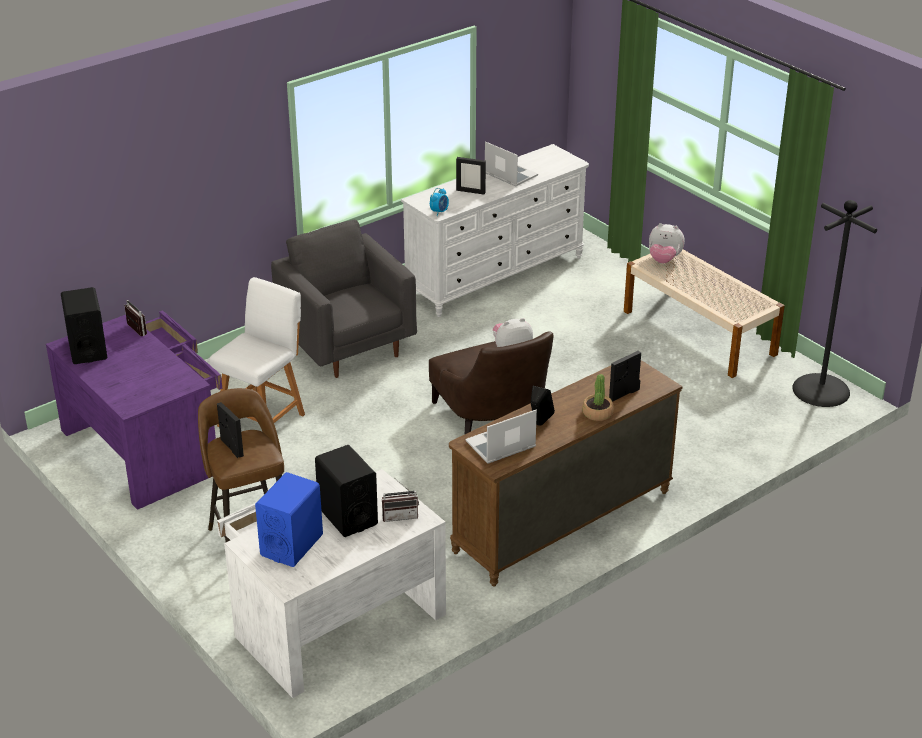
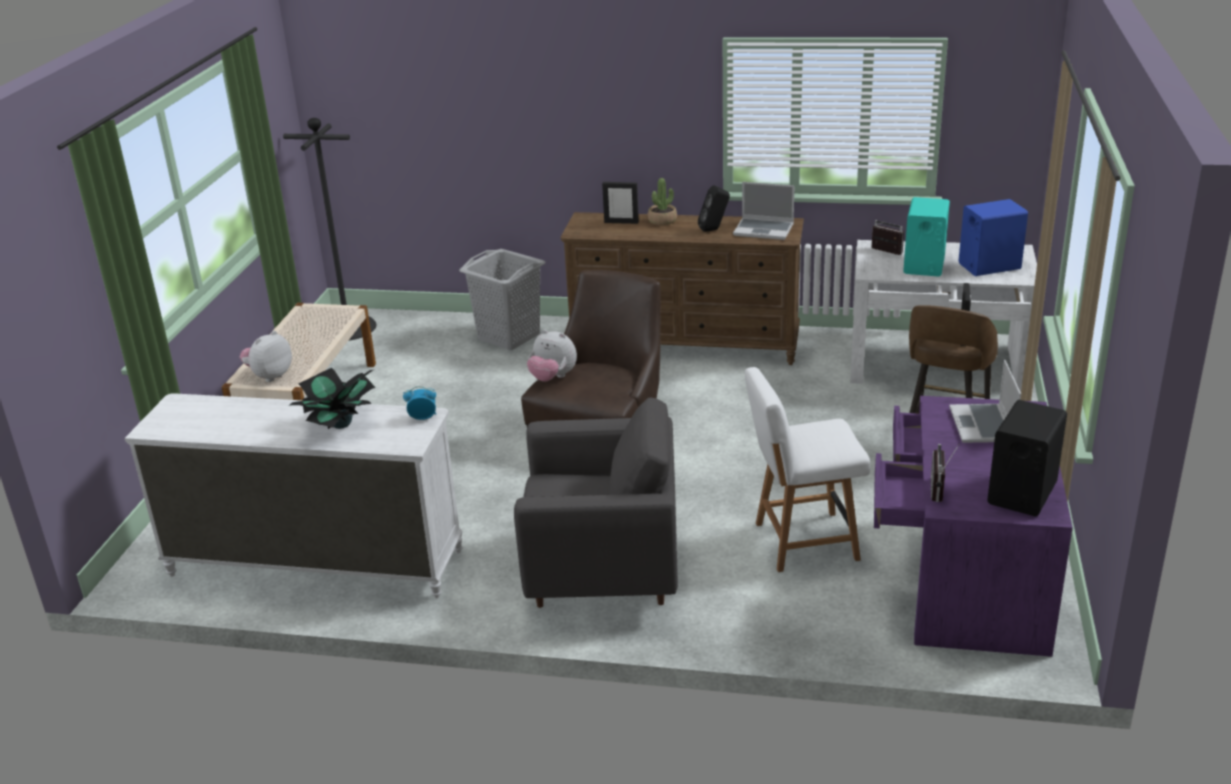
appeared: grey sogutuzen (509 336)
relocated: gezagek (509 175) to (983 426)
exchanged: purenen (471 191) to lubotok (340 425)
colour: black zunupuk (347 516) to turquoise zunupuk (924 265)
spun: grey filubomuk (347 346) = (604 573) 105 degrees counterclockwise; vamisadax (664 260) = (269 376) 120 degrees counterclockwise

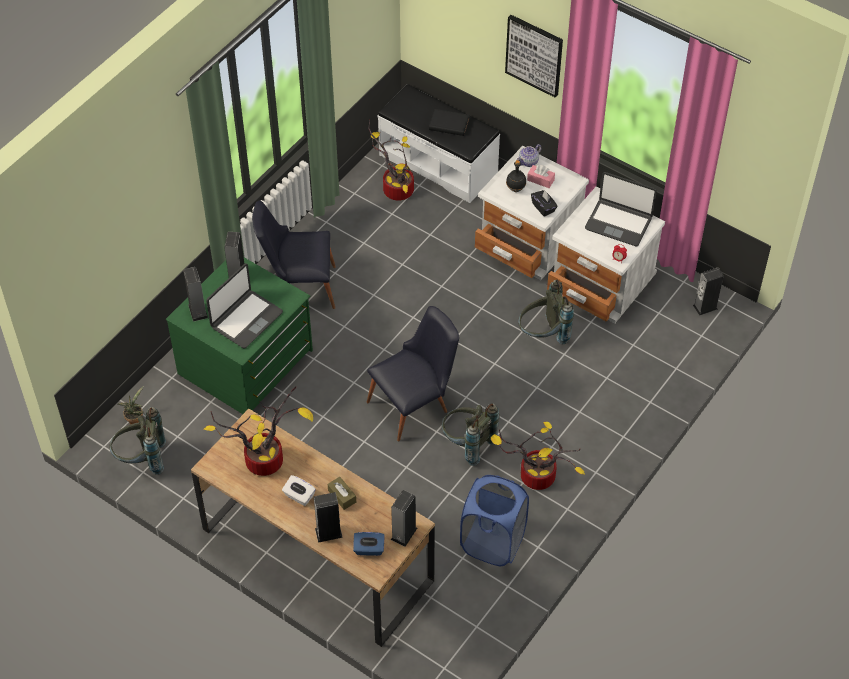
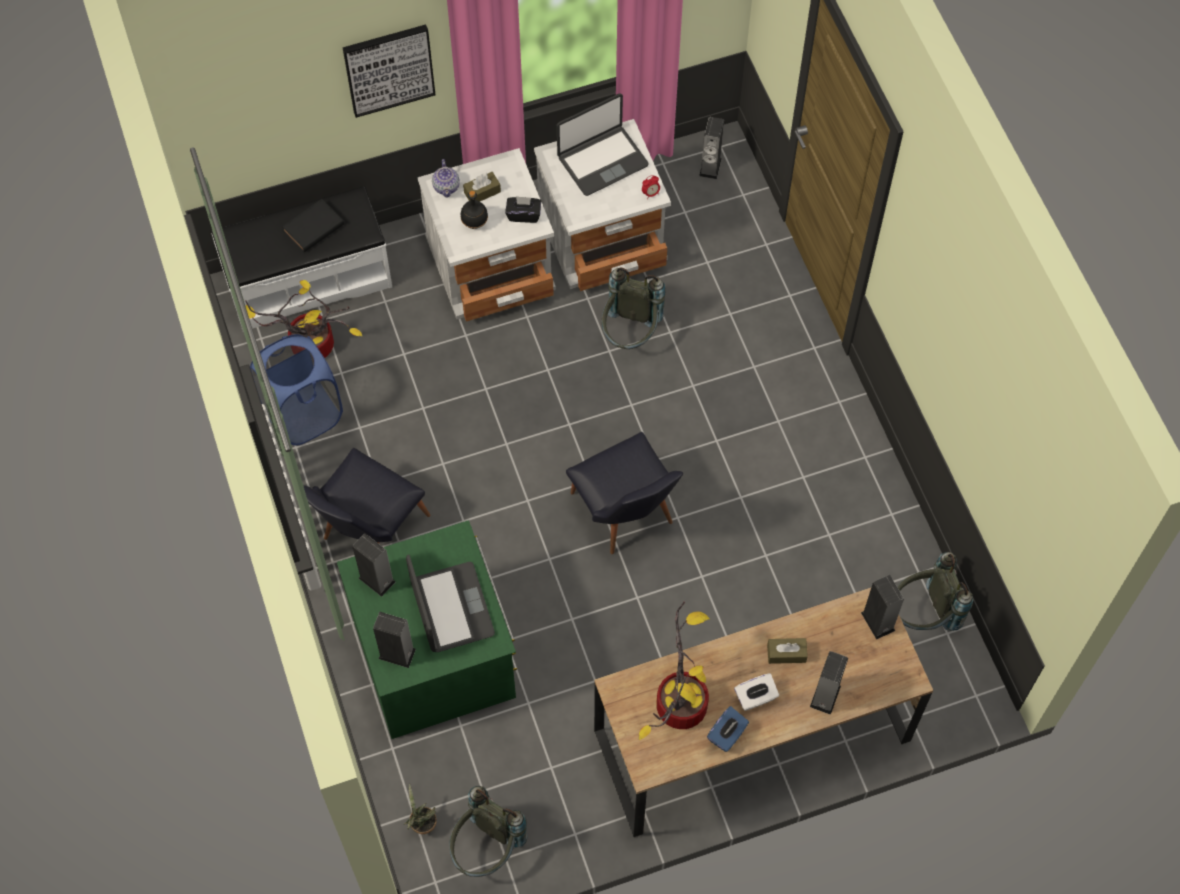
missing: lubotok (534 477)
relocated: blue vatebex (369 549) to (727 734); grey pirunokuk (467 444) to (923 615); blue sogutuzen (492 542) to (303 415)
colour: pink vatebex (540 180) to brown vatebex (482 192)
spun: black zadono (415 404) = (626 516) 150 degrees clockwise

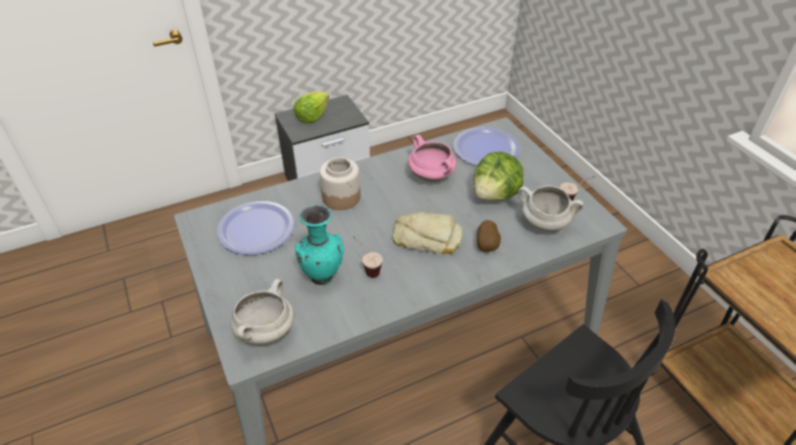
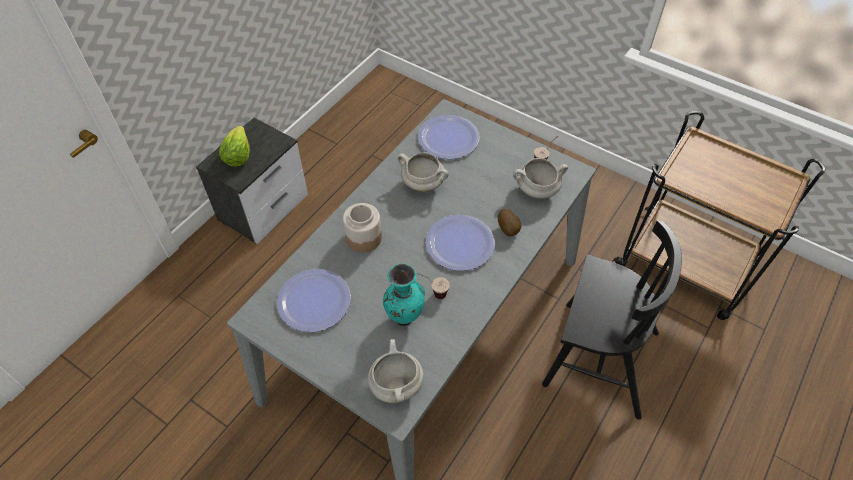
missing: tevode (495 195)
exchanged: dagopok (427 238) to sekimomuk (459 243)
colour: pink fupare (432 176) to white fupare (424 184)

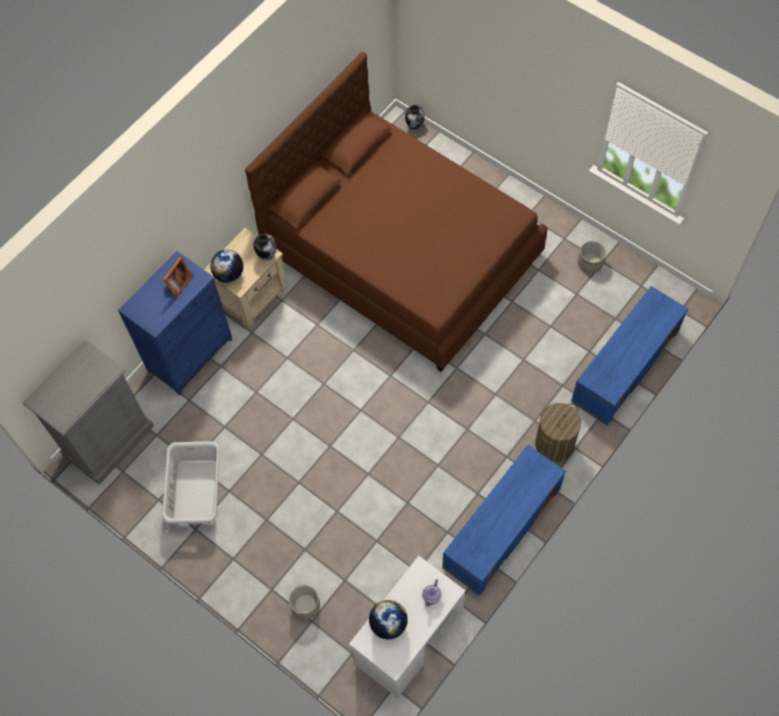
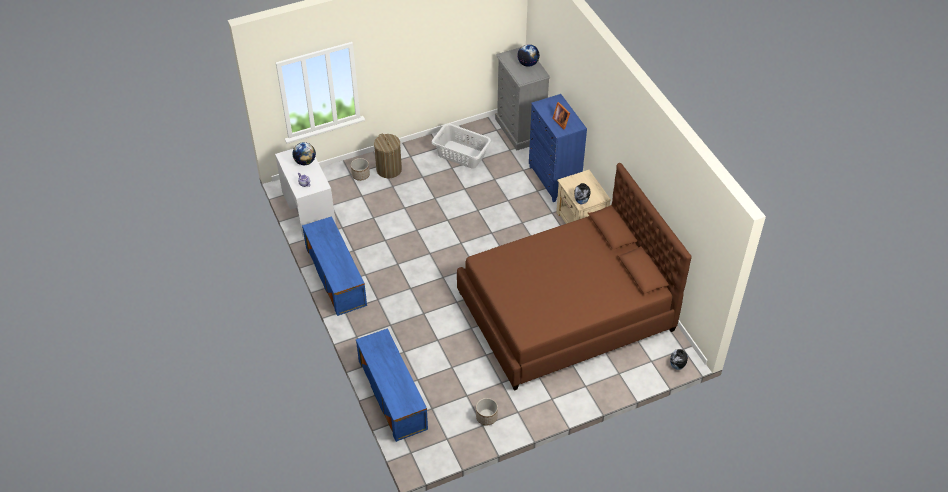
relocated: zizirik (229 274) to (528 64); sogutuzen (554 444) to (389 169)

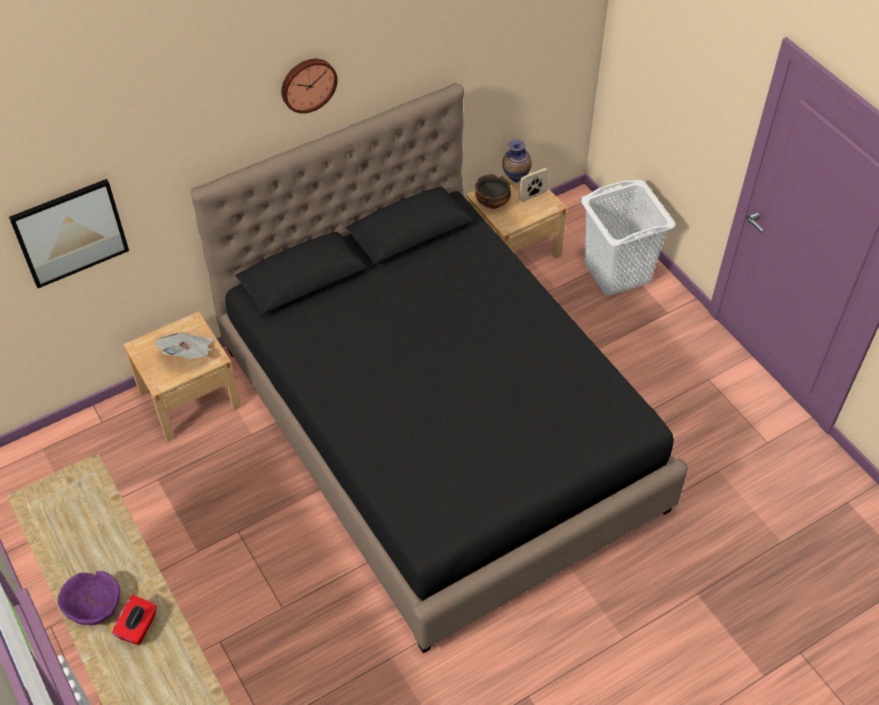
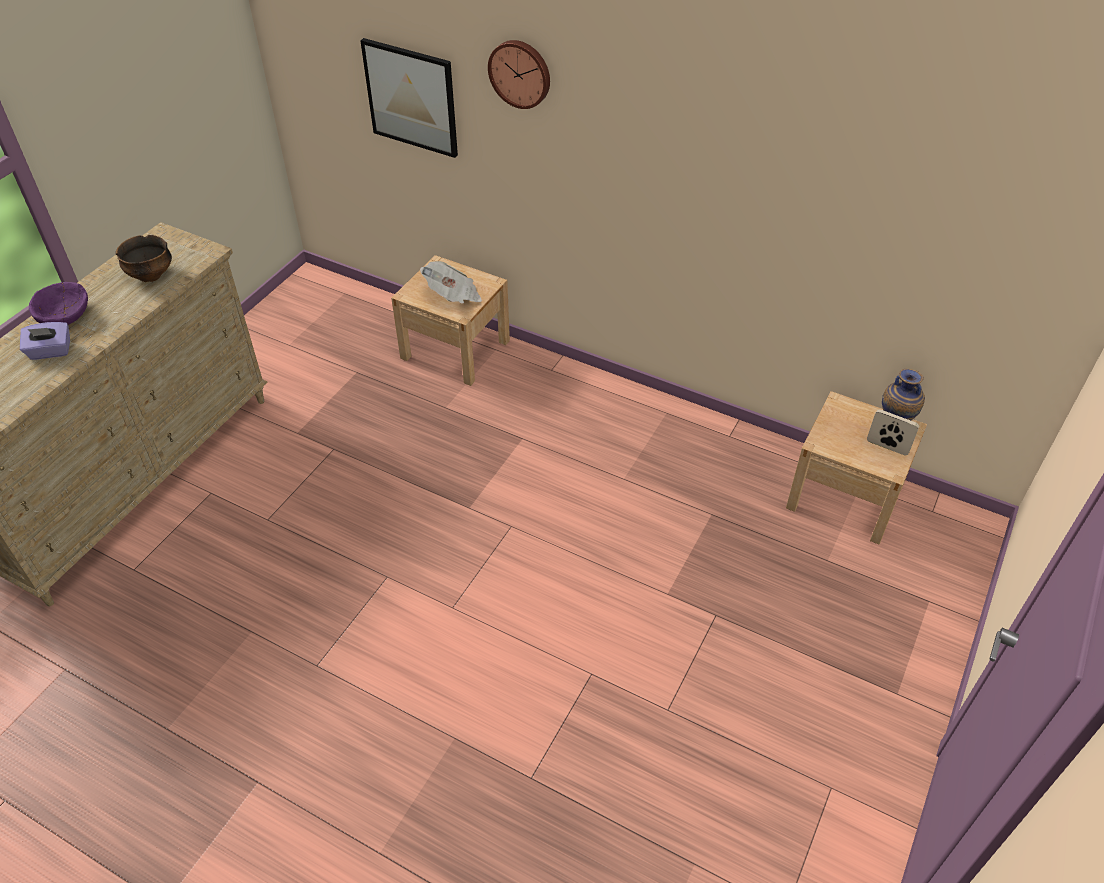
missing: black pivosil (439 427); white sogutuzen (617 271)
relocated: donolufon (307 84) to (520 73); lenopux (492 203) to (150 275)
colour: red vatebex (138 627) to purple vatebex (51 351)

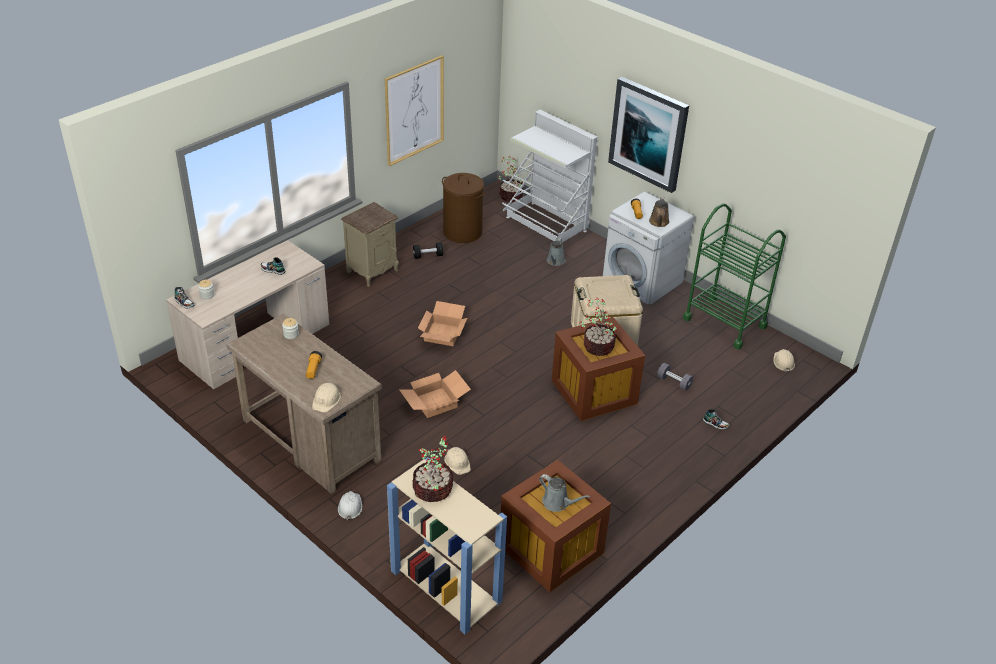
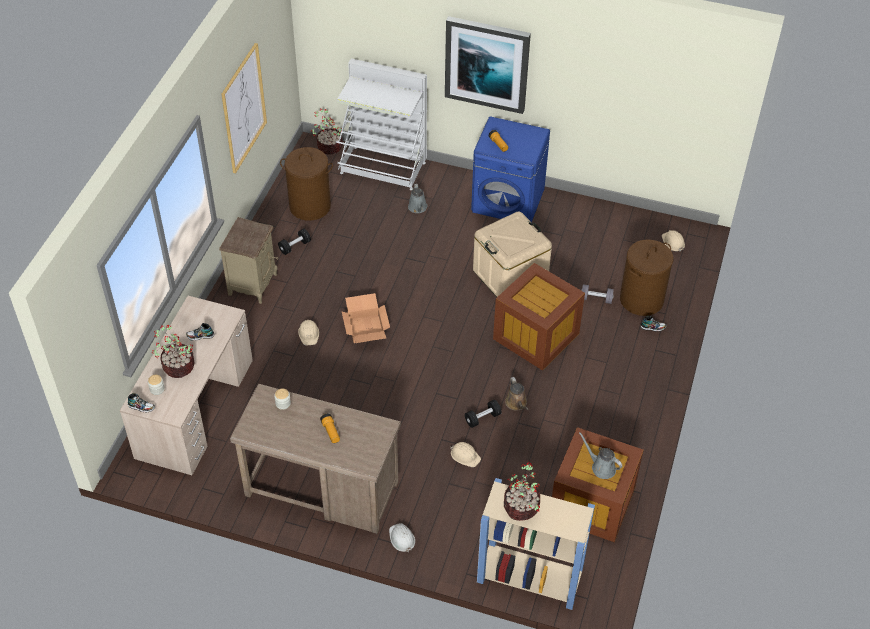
missing: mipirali (435 402); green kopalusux (724 322)
appeared: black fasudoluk (482 418); brown sogutuzen (641 300)
relocated: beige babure (326 400) to (309 334); lubotok (597 346) to (177 366); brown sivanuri (659 222) to (517 403)
colour: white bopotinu (641 281) to blue bopotinu (507 201)
spun: grey sivanuri (558 503) = (601 467) 150 degrees counterclockwise

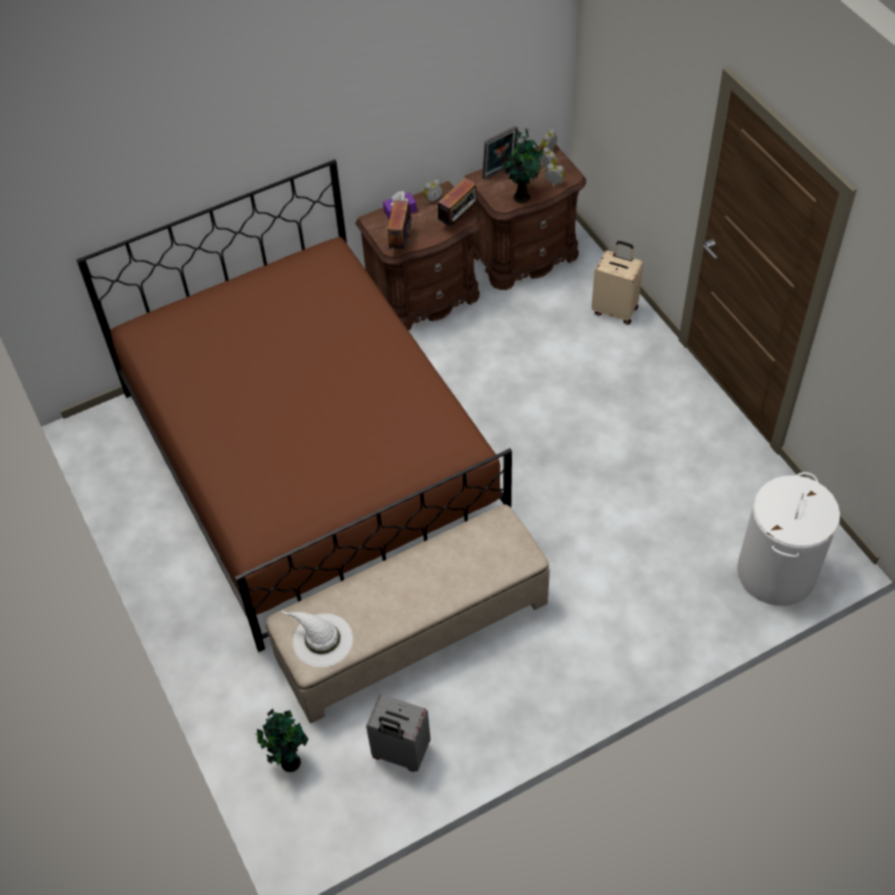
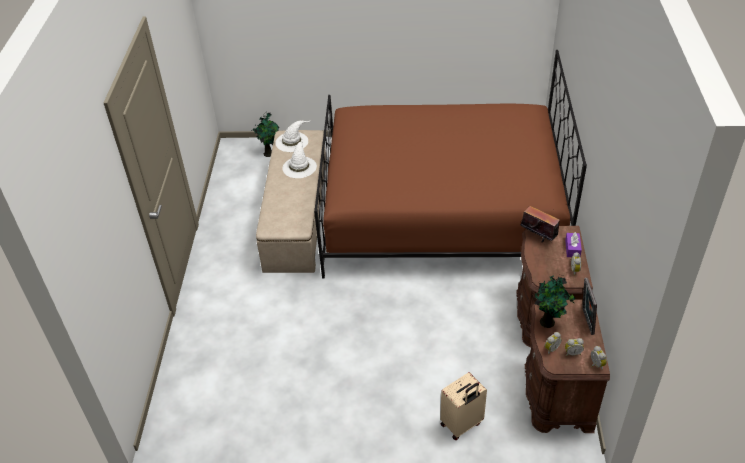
missing: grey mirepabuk (400 753); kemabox (459 220); white sogutuzen (776 573)
appeared: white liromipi (299 167)

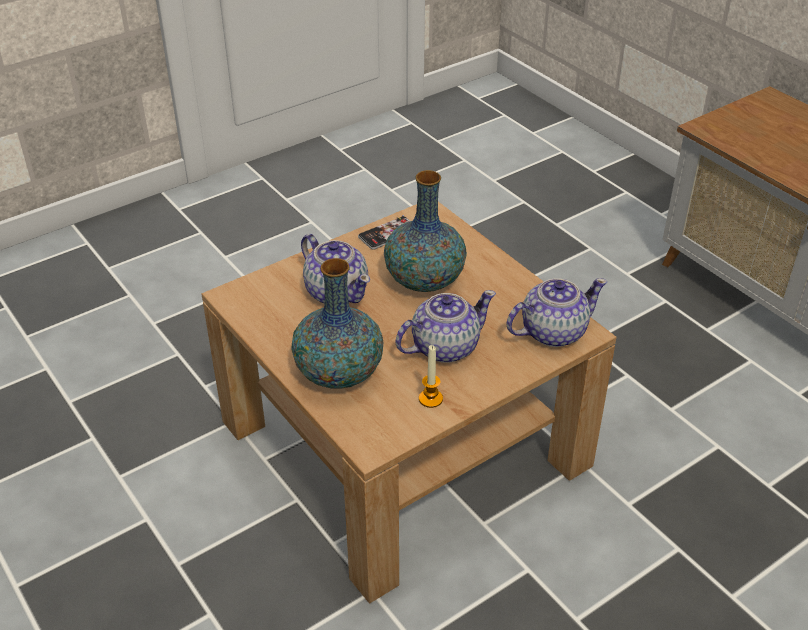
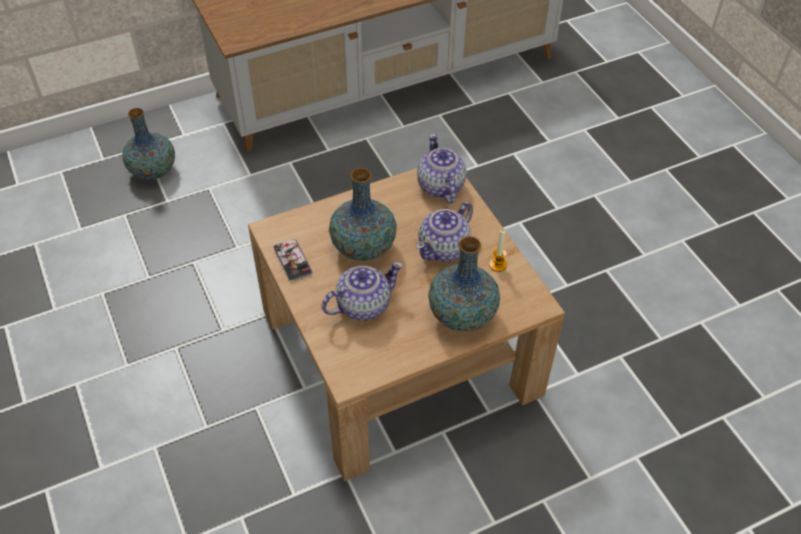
appeared: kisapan (153 170)
spun: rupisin (444 347) = (444 248) 120 degrees counterclockwise

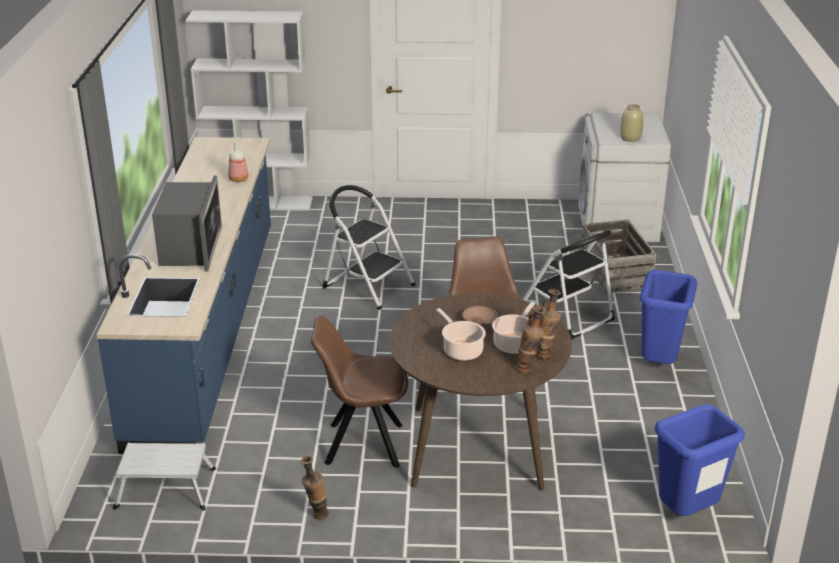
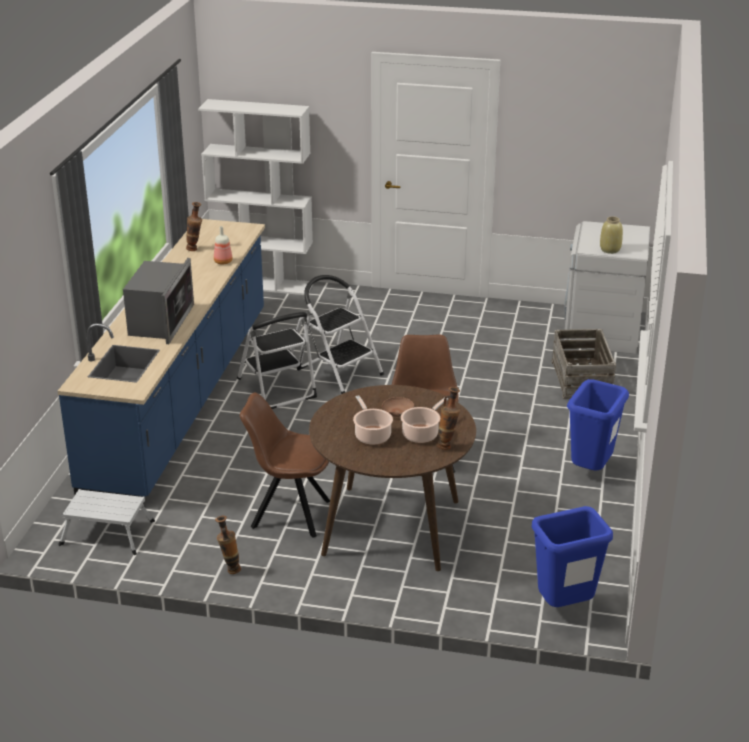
relocated: kisapan (528 369) to (195 250); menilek (568 315) to (277 389)

